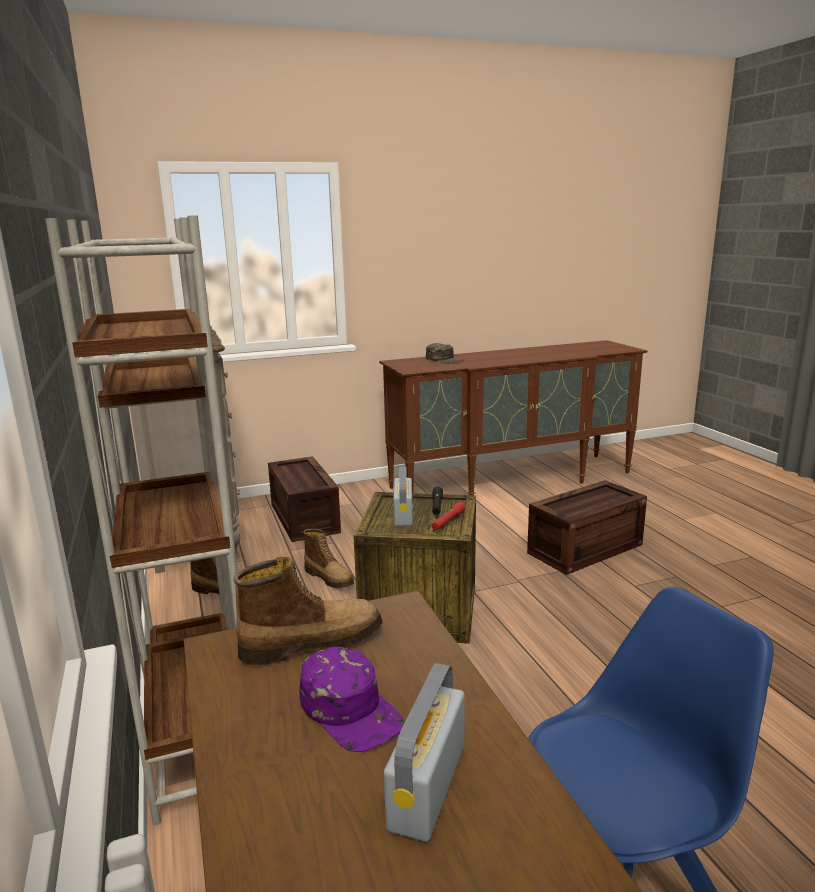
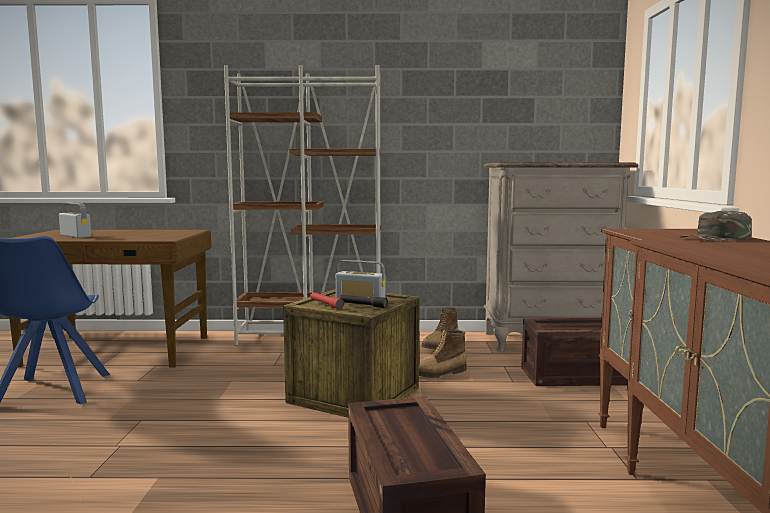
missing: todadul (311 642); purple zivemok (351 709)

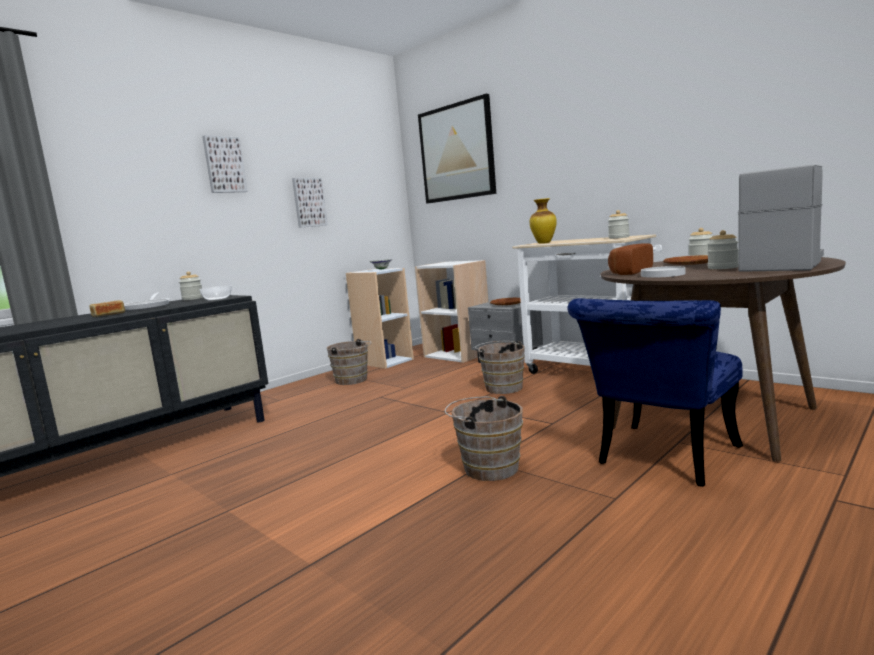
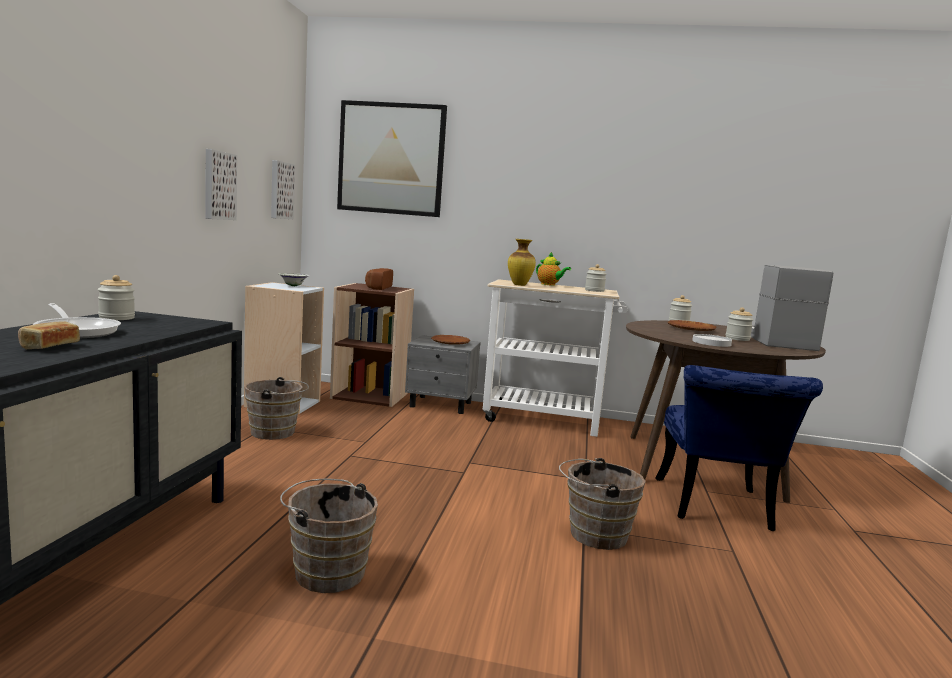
missing: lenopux (217 299)
appeared: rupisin (549 285)
relocated: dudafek (224 165) to (280 190); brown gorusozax (502 387) to (326 571); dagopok (628 272) to (377 287)
colour: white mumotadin (459 354) to brown mumotadin (371 395)

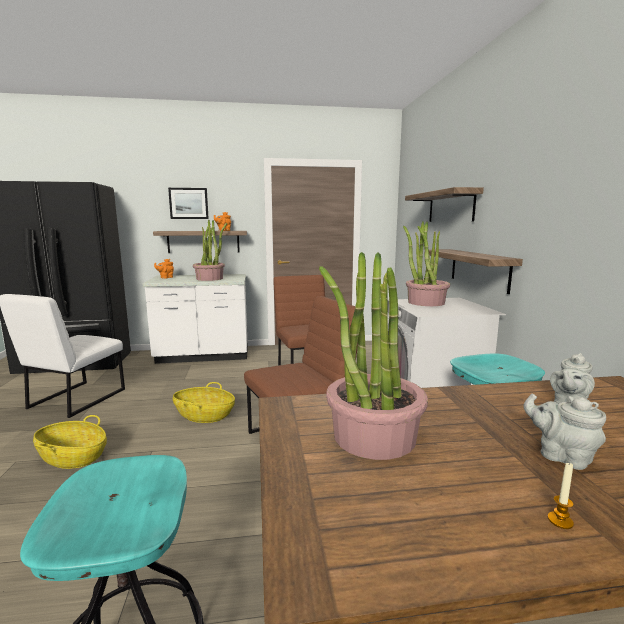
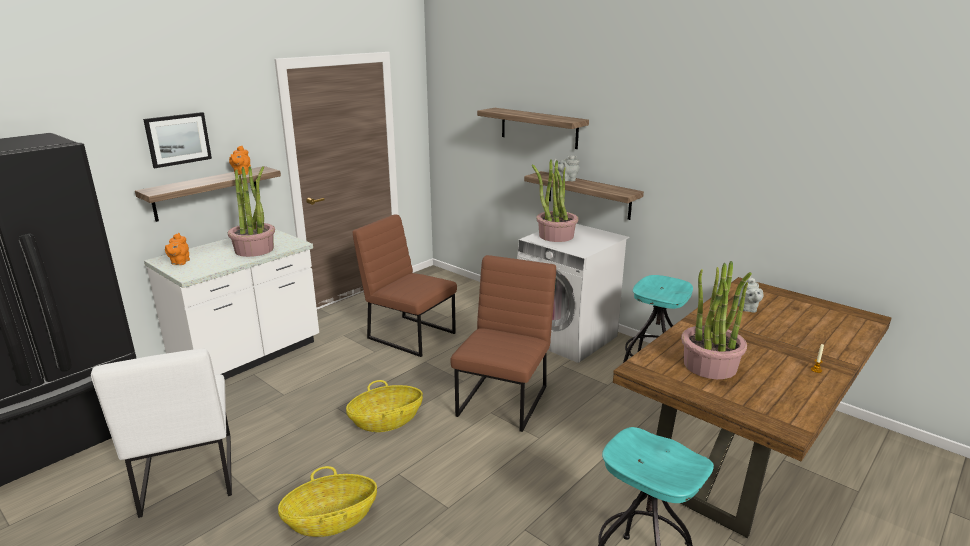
relocated: grey rupisin (561 456) to (566 179)

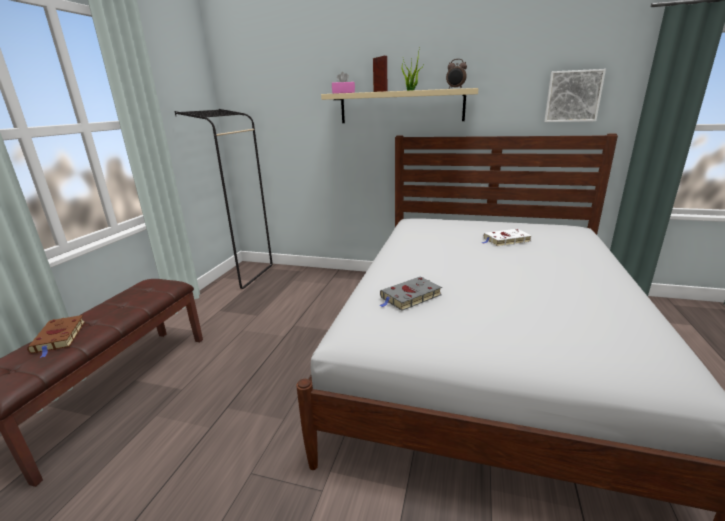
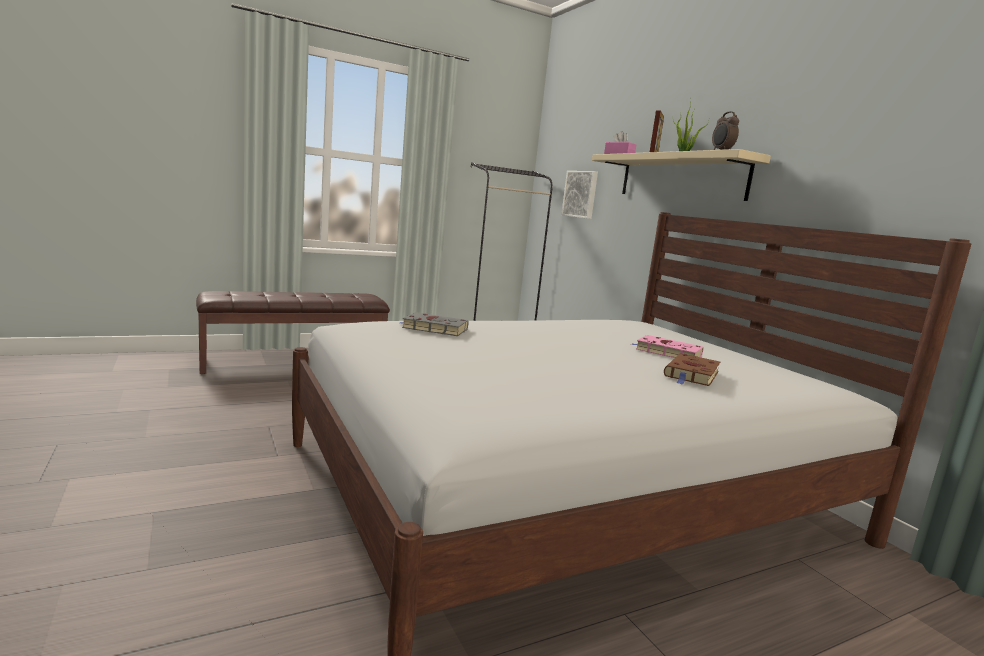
relocated: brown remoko (59 337) to (691 374); dudafek (573 96) to (581 194)
colour: white remoko (505 240) to pink remoko (666 352)

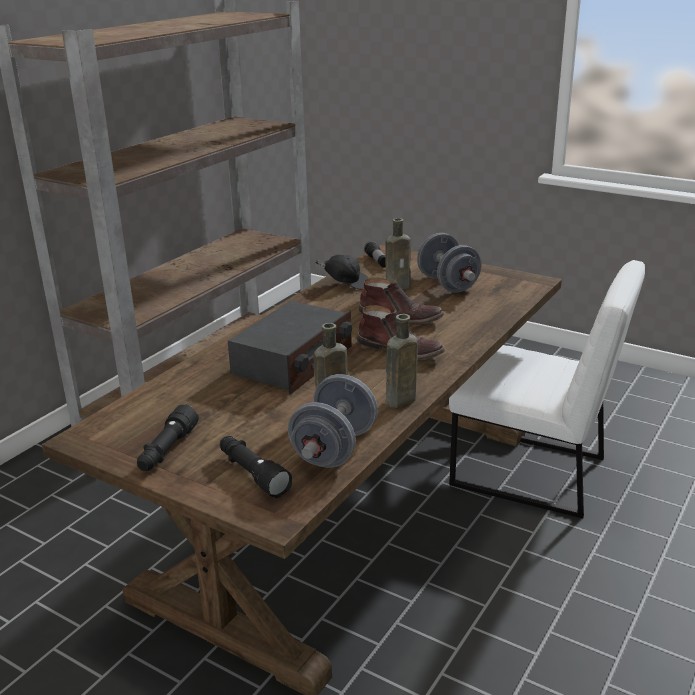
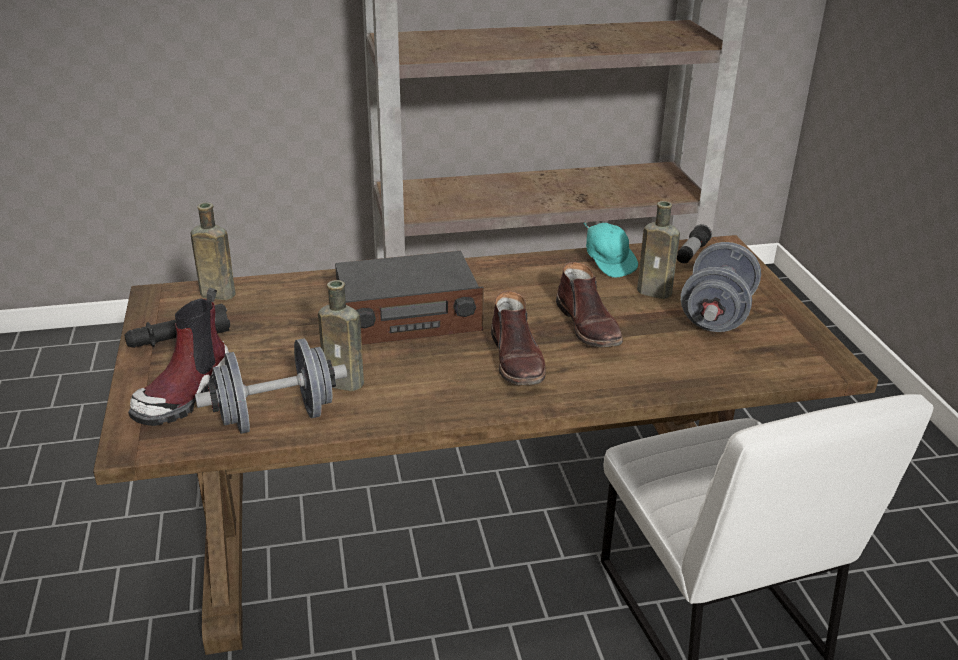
relocated: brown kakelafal (399 401) to (215 294)
exchanged: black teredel (252 474) to todadul (187 398)
colour: black zivemok (346 284) to turquoise zivemok (608 263)

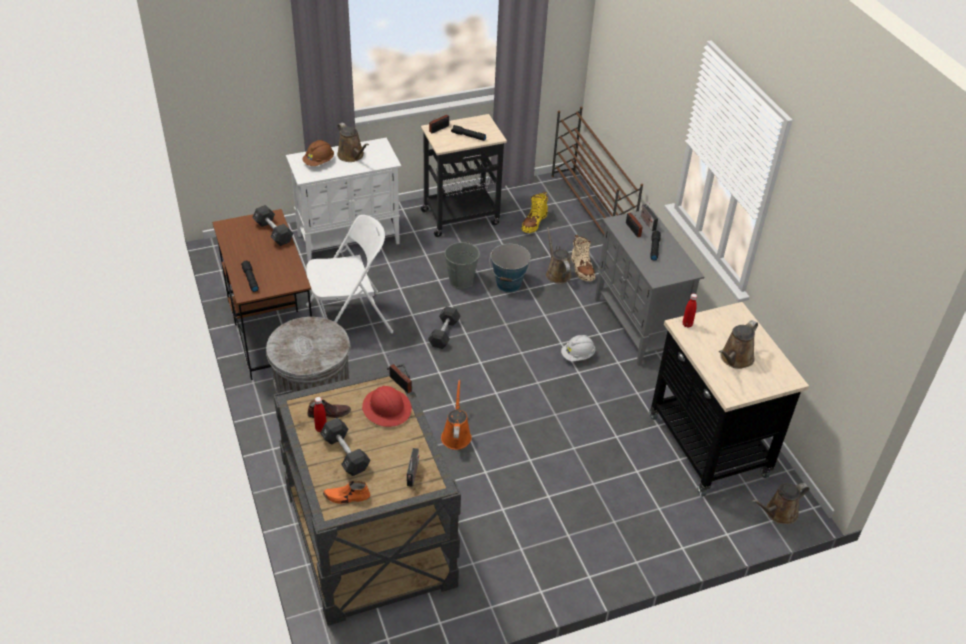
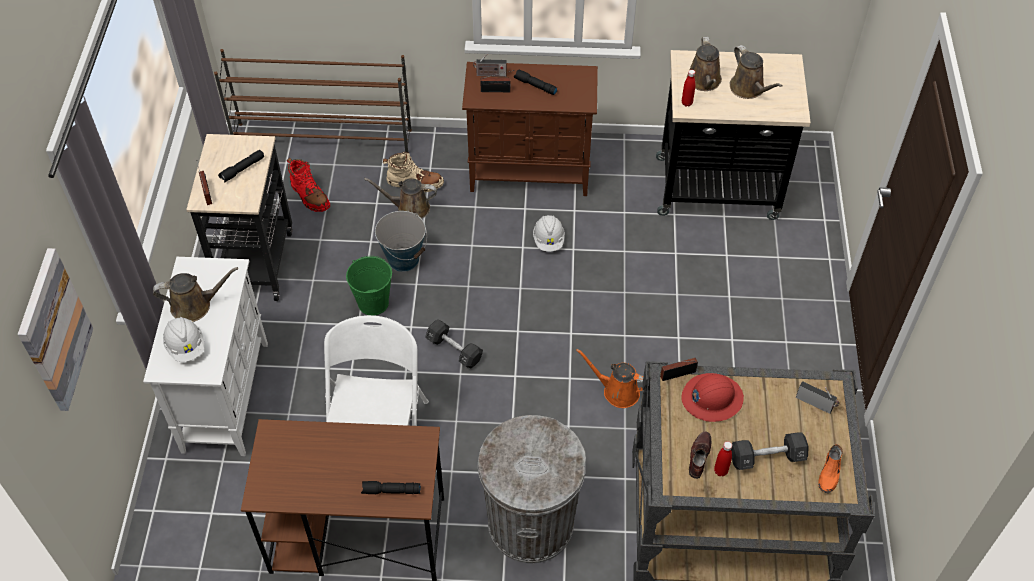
missing: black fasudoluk (273 232)
appeared: dudafek (53 331)
relocated: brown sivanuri (778 513) to (704 82)
colour: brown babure (319 162) to white babure (186 346); grey gorusozax (461 281) to green gorusozax (373 303); yellow todadul (534 222) to red todadul (309 196); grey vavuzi (638 327) to brown vavuzi (531 173)

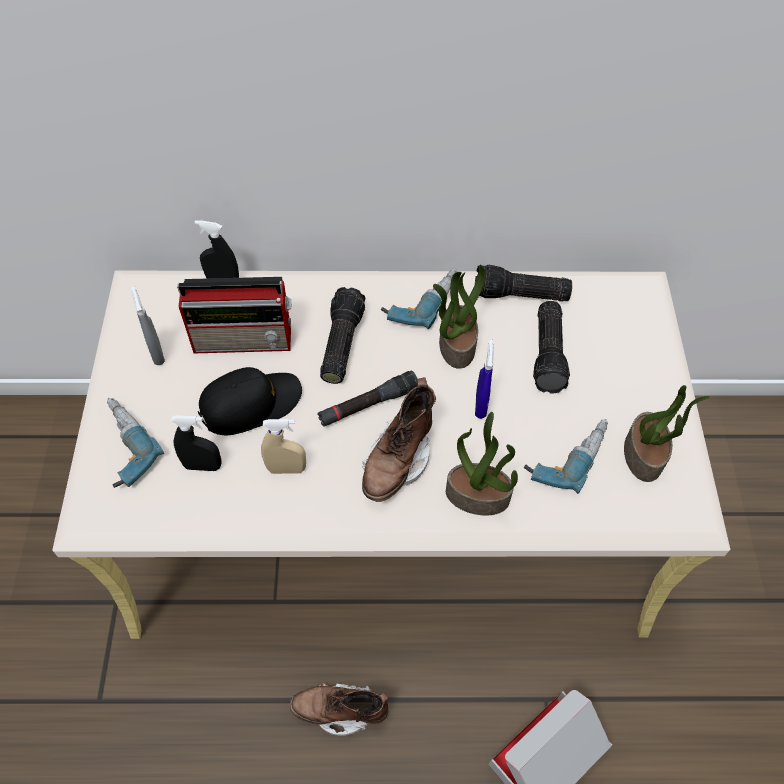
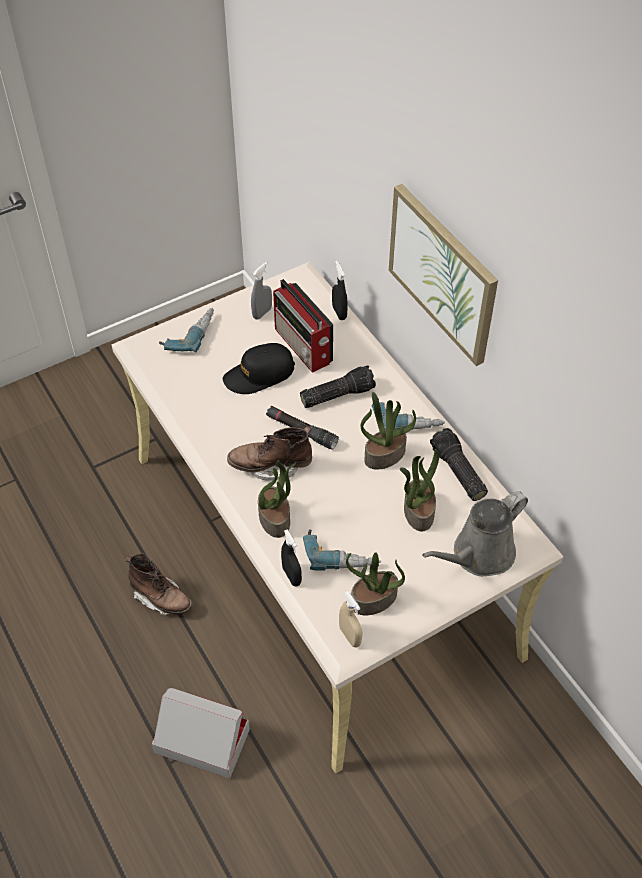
missing: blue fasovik (480 405)
appeared: dudafek (443 273); grey sivanuri (479 555)
relocated: black fasovik (203 466) to (291 576); beige fasovik (286 469) to (350 636)
exchanged: teredel (550 354) to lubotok (418 511)
spun: black zivemok (251 404) = (259 374) 120 degrees clockwise; brown todadul (340 710) = (161 598) 150 degrees clockwise

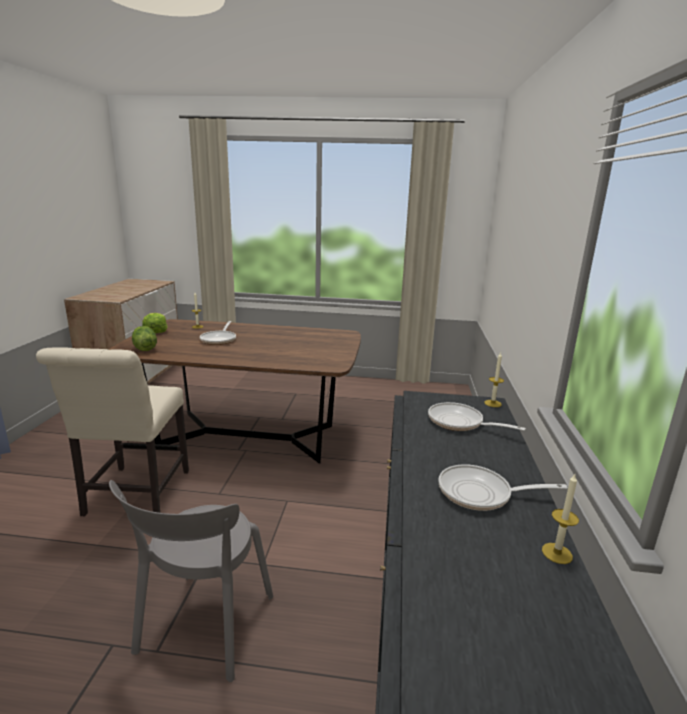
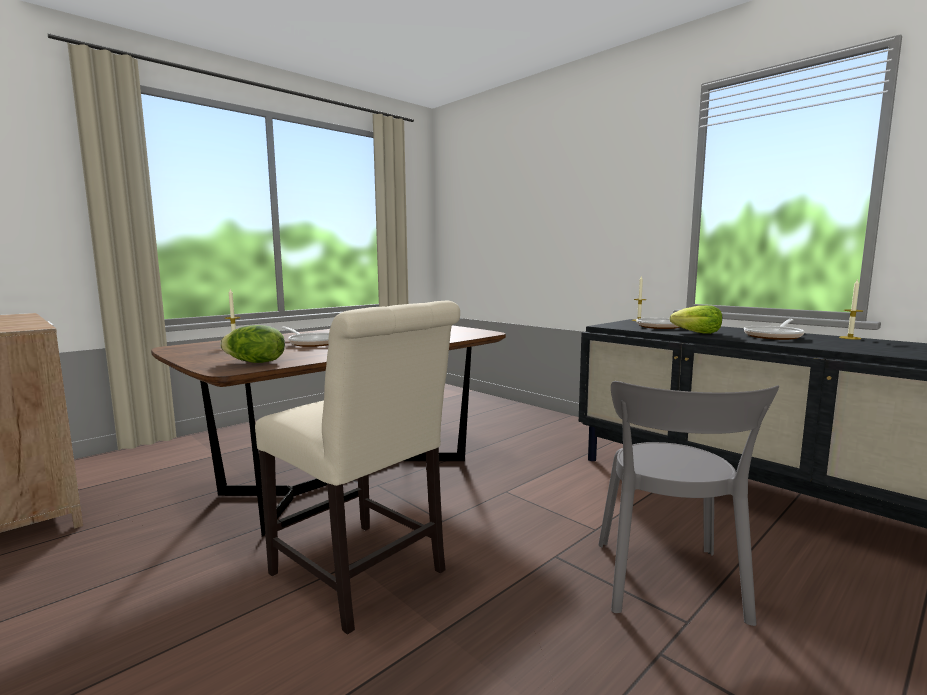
relocated: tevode (155 331) to (697 333)
spun: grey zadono (203 628) = (669 584) 45 degrees clockwise

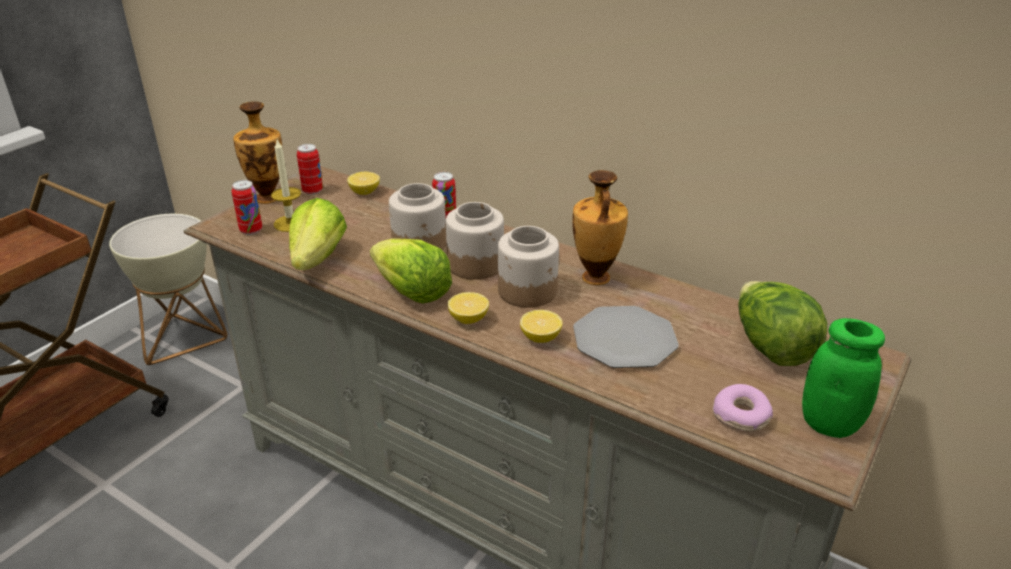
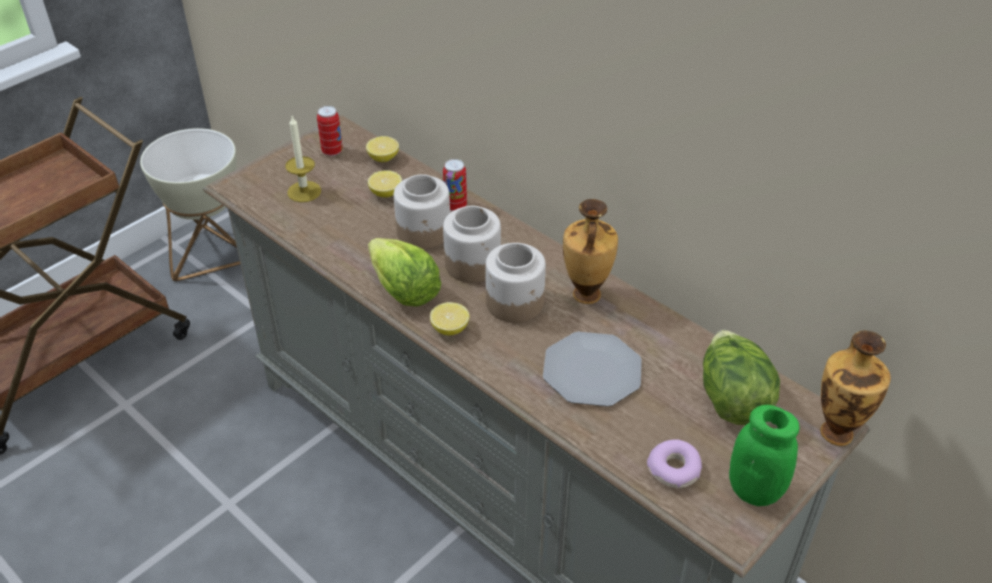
missing: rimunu (251 230); tevode (317 259)
relocated: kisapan (267 197) to (837 431); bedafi (540 338) to (385 193)

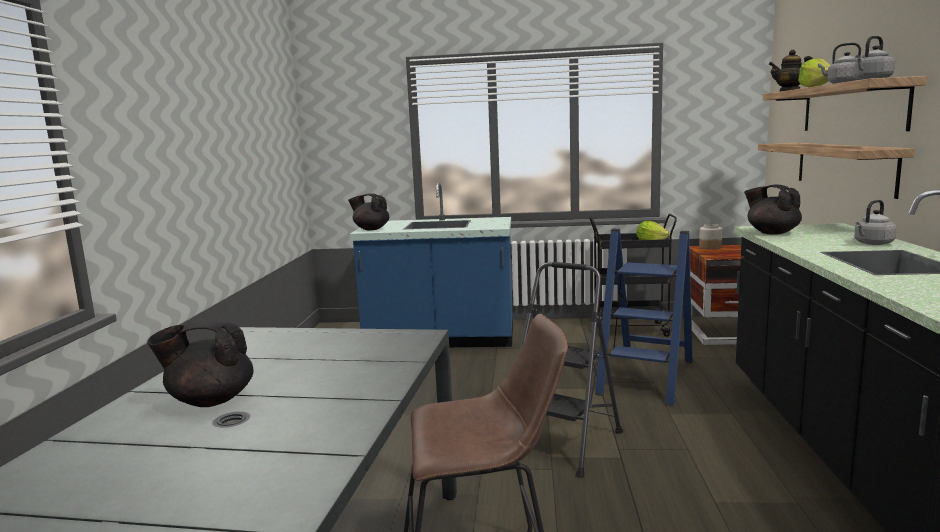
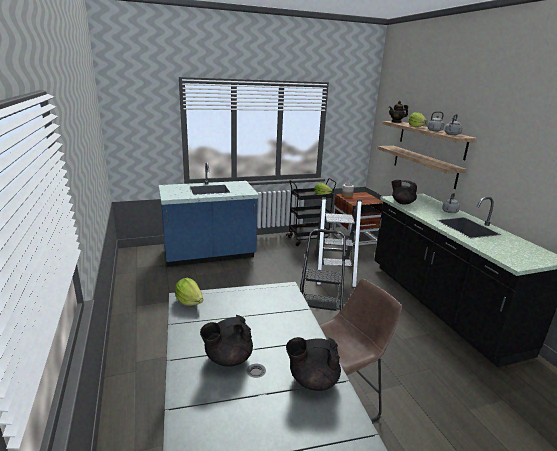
appeared: tevode (189 301)
relocated: black rupisin (371 229) to (312 380)
colour: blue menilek (647 376) to grey menilek (334 270)

